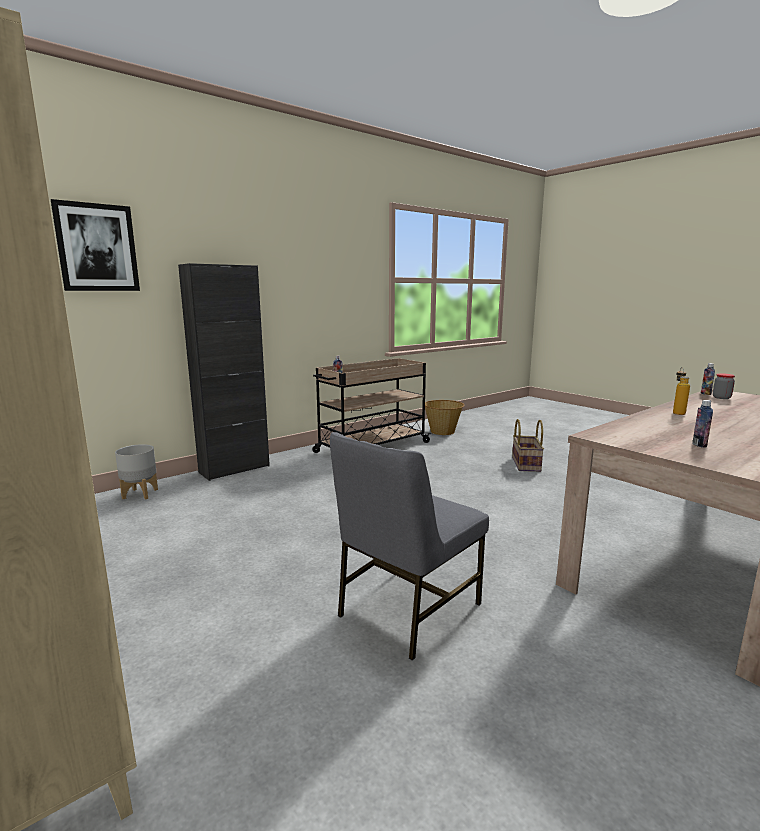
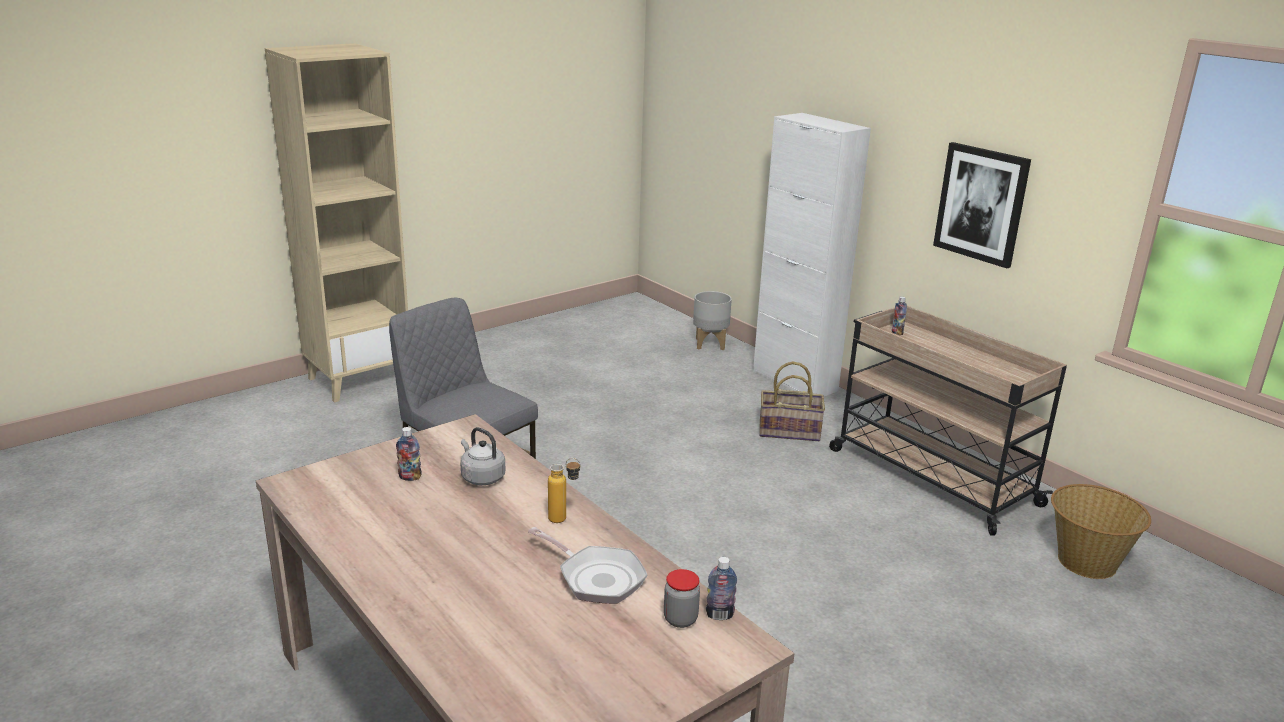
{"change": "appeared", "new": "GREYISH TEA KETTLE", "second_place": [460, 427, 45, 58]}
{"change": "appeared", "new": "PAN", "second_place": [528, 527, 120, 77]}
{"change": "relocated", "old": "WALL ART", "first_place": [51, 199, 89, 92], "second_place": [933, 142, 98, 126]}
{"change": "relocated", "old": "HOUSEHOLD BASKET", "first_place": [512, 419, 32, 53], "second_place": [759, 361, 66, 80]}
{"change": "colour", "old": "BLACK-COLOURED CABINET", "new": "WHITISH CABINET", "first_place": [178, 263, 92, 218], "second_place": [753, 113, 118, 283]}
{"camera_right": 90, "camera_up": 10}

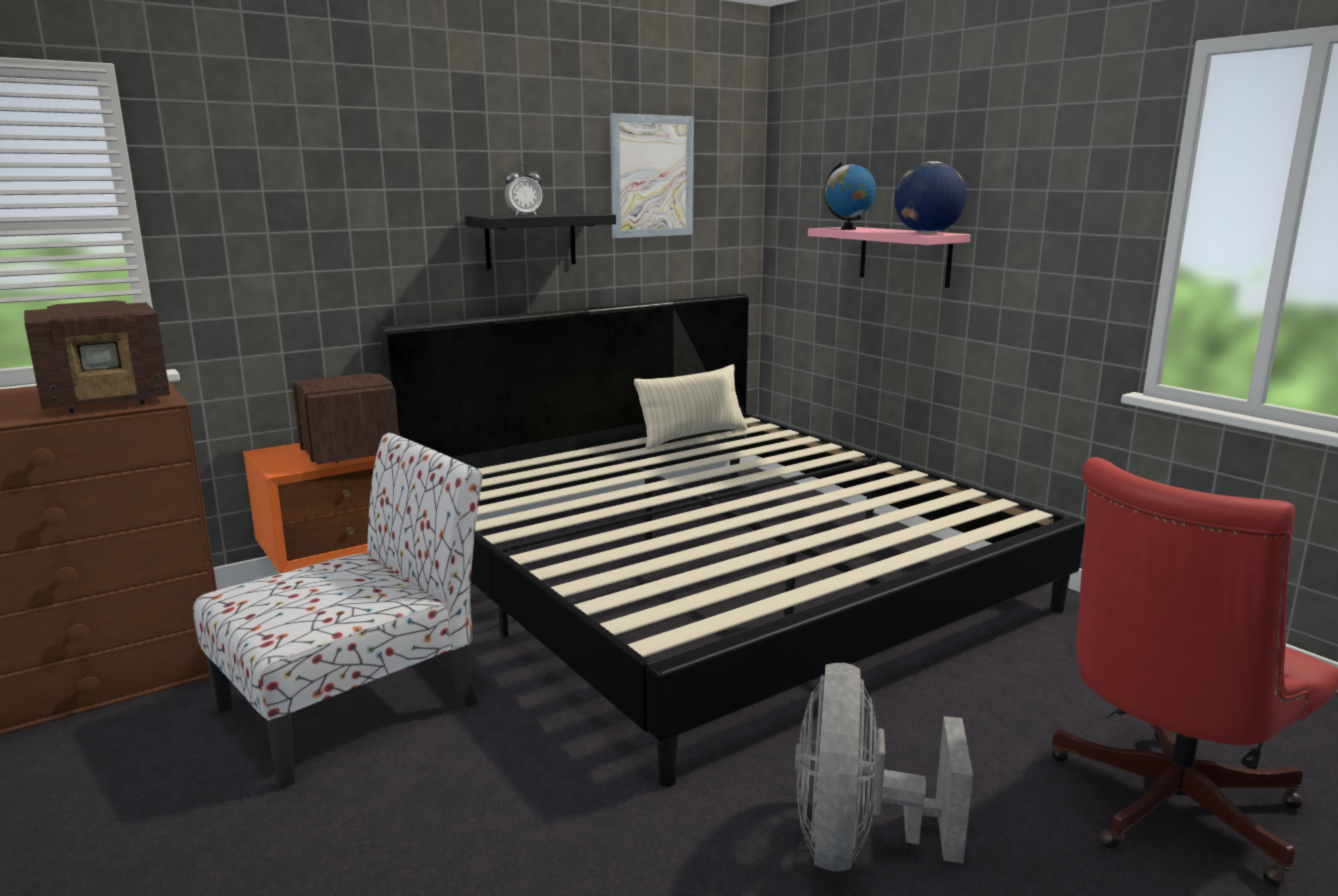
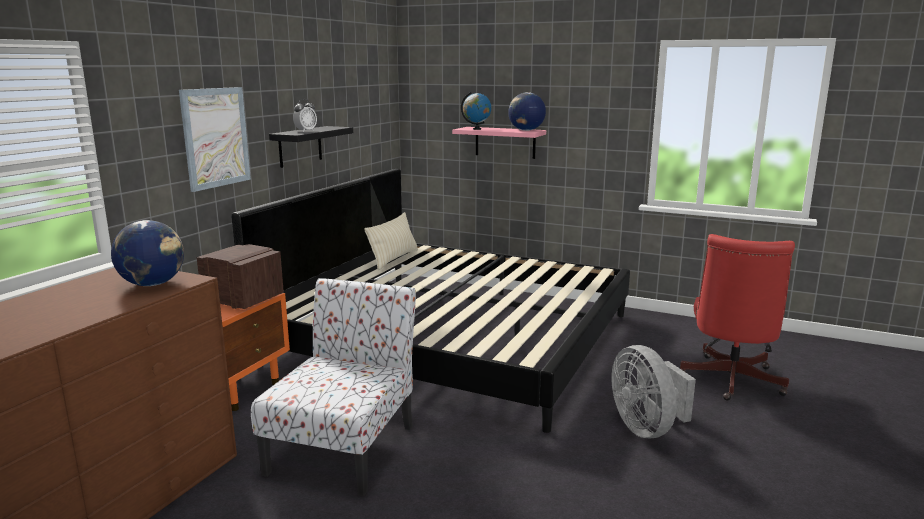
{"change": "relocated", "old": "WALL ART", "first_place": [610, 113, 84, 125], "second_place": [179, 87, 72, 105]}
{"change": "exchanged", "old": "RADIO RECEIVER", "new": "DESK GLOBE", "first_place": [24, 300, 146, 113], "second_place": [111, 220, 73, 66]}
{"camera_right": -30, "camera_up": 0}

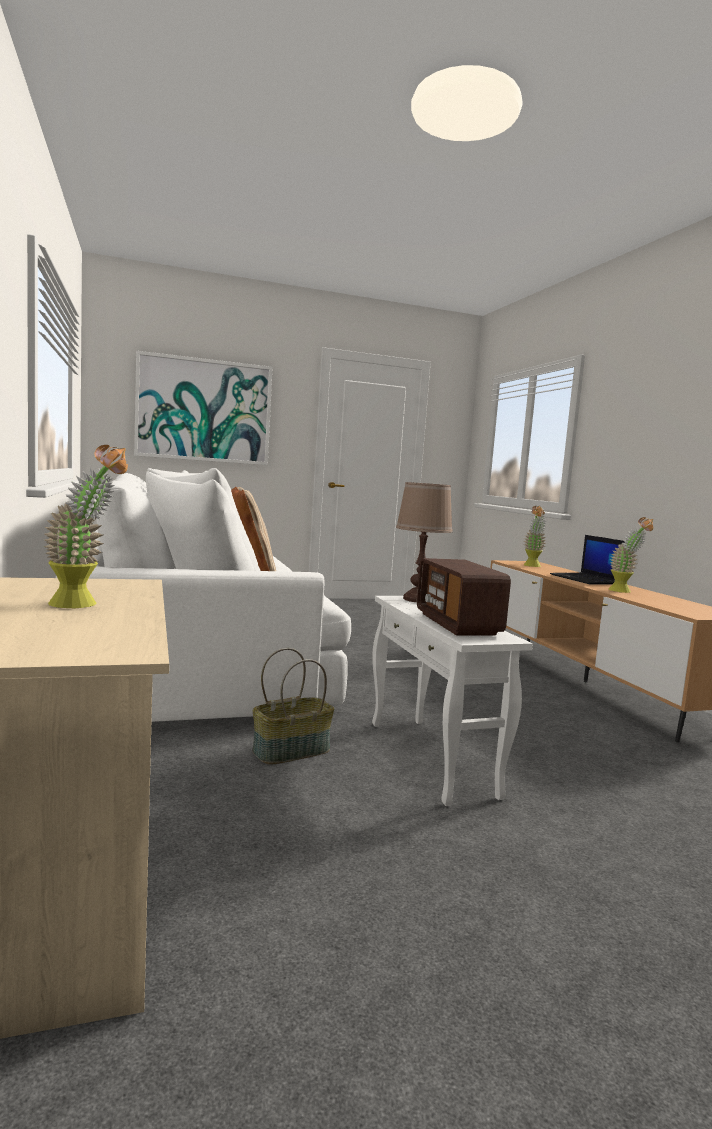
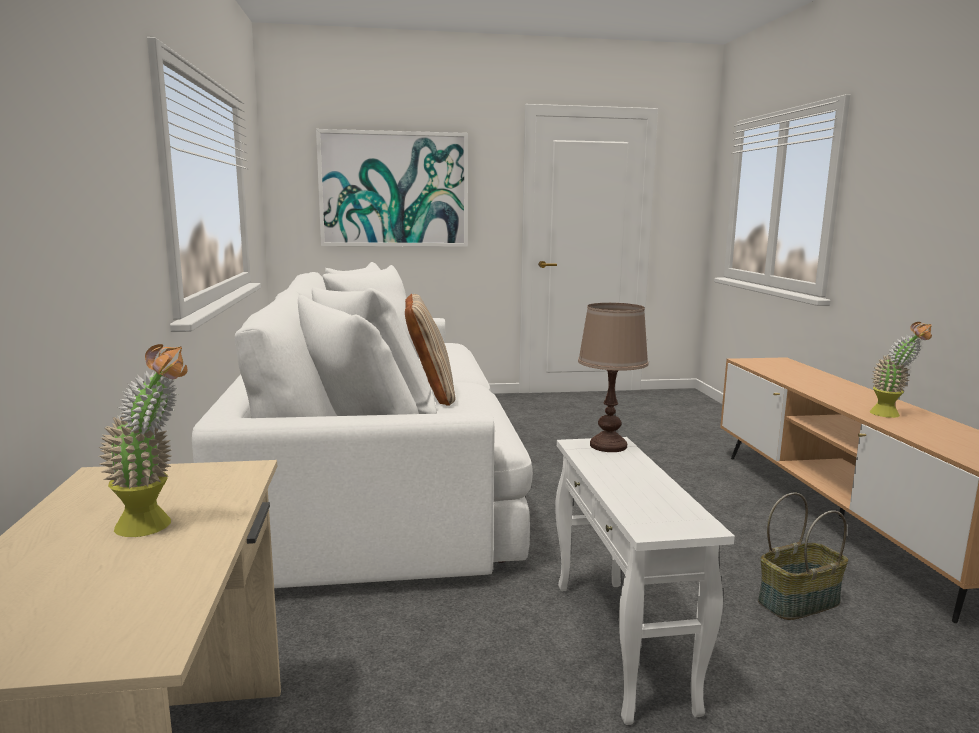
{"change": "missing", "old": "RADIO RECEIVER", "first_place": [417, 558, 94, 77]}
{"change": "missing", "old": "PLANT IN A POT", "first_place": [524, 506, 23, 61]}
{"change": "missing", "old": "NOTEBOOK COMPUTER", "first_place": [550, 535, 75, 49]}
{"change": "relocated", "old": "HOUSEHOLD BASKET", "first_place": [253, 648, 81, 116], "second_place": [758, 493, 90, 127]}
{"camera_right": 10, "camera_up": 5}

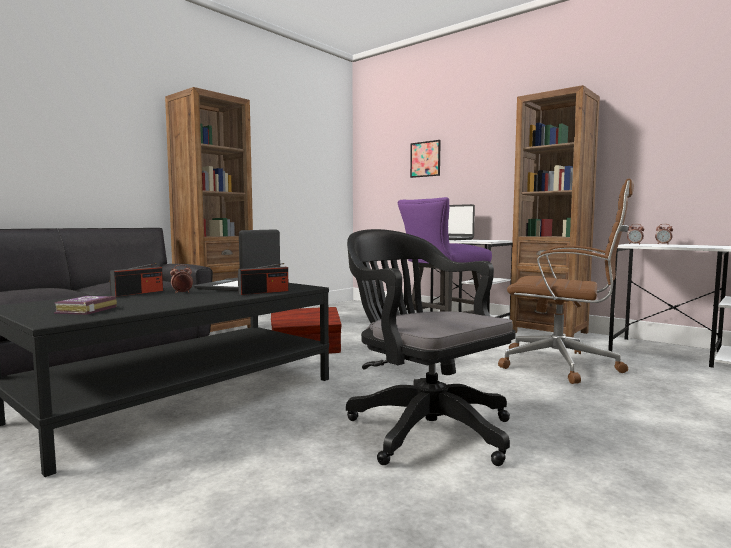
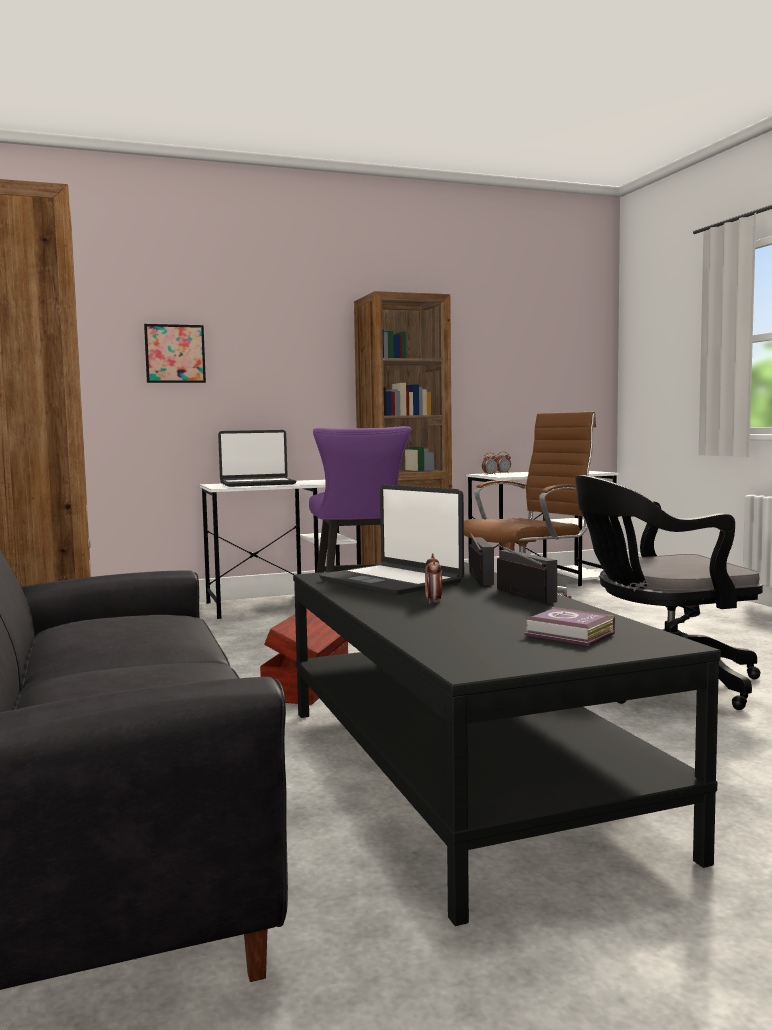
{"change": "relocated", "old": "RADIO RECEIVER", "first_place": [110, 263, 53, 34], "second_place": [497, 545, 60, 59]}
{"camera_right": -60, "camera_up": 0}

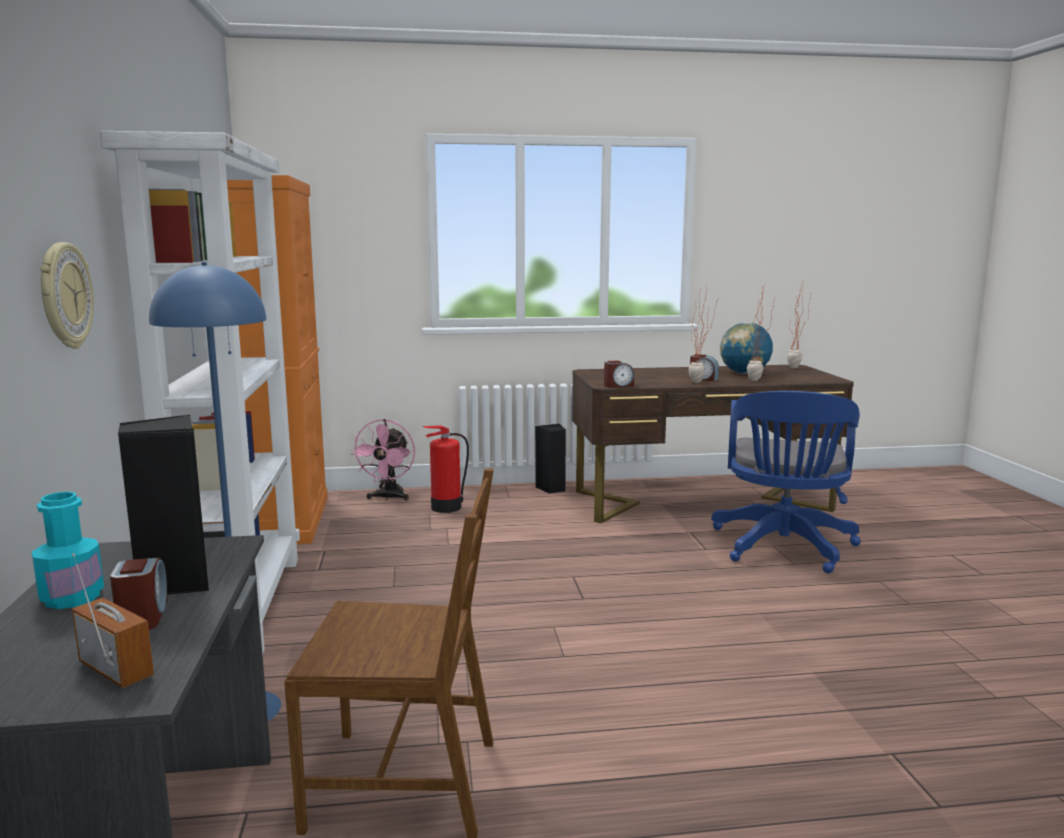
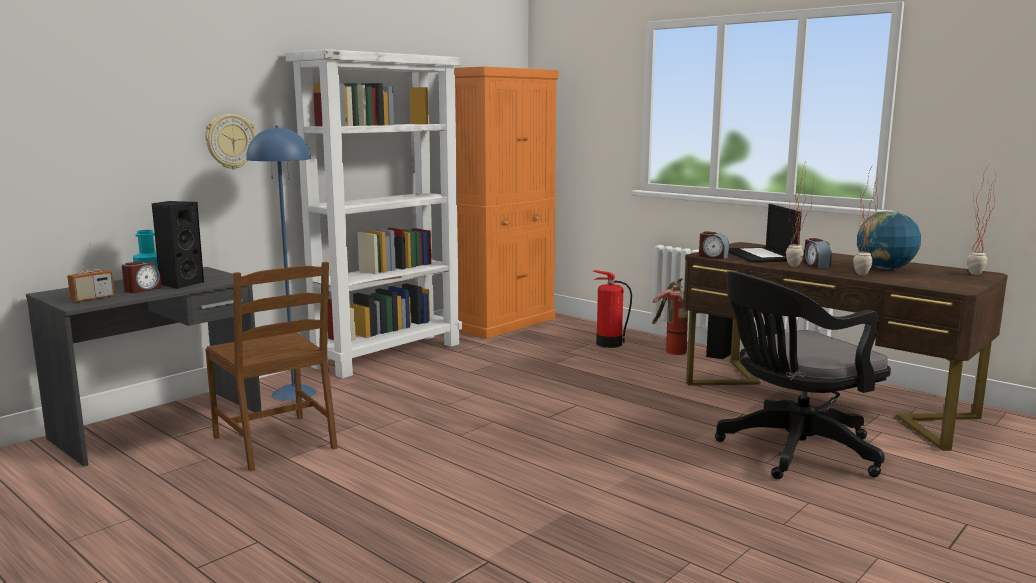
{"change": "missing", "old": "PINKISH FAN", "first_place": [351, 419, 64, 81]}
{"change": "appeared", "new": "FIRE EXTINGUISHER", "second_place": [652, 278, 36, 77]}
{"change": "appeared", "new": "NOTEBOOK COMPUTER", "second_place": [729, 204, 73, 59]}
{"change": "colour", "old": "BLUE-COLOURED DESK CHAIR", "new": "BLACK-COLOURED DESK CHAIR", "first_place": [711, 391, 150, 182], "second_place": [715, 271, 176, 208]}
{"change": "spun", "old": "RADIO RECEIVER", "first_place": [72, 553, 82, 135], "second_place": [67, 243, 48, 59], "degrees": 45}
{"camera_right": 50, "camera_up": 0}

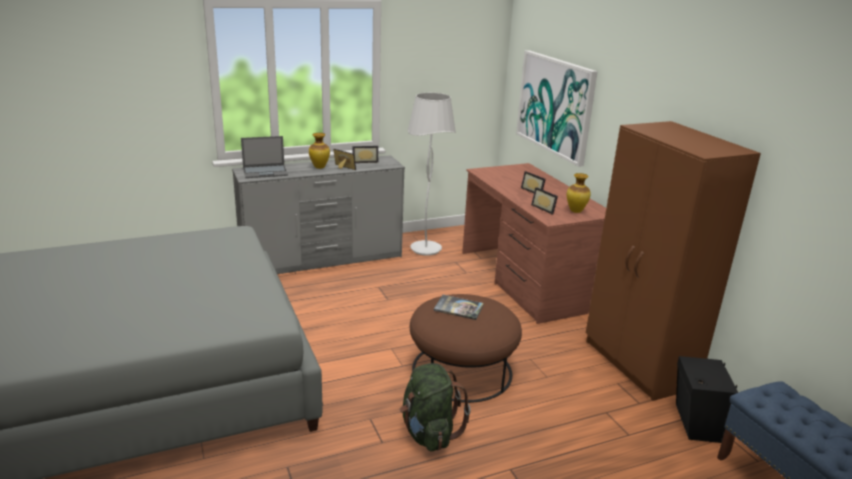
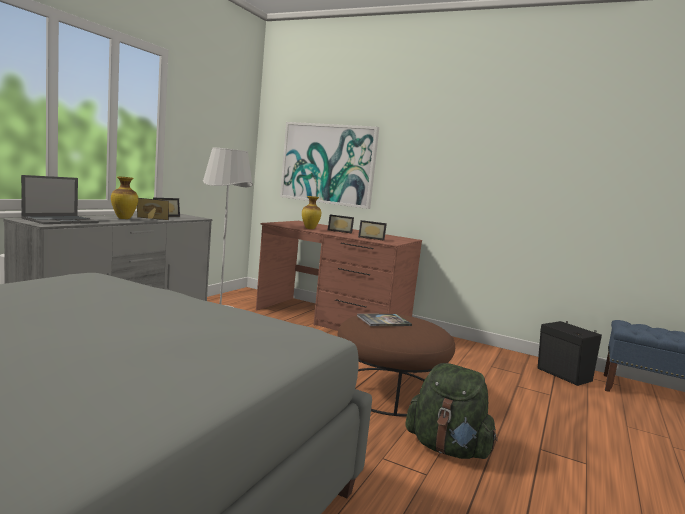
{"change": "missing", "old": "BROWN WARDROBE", "first_place": [586, 121, 175, 280]}
{"change": "relocated", "old": "DECORATIVE VASE", "first_place": [567, 173, 24, 40], "second_place": [302, 196, 19, 33]}
{"camera_right": -40, "camera_up": -15}

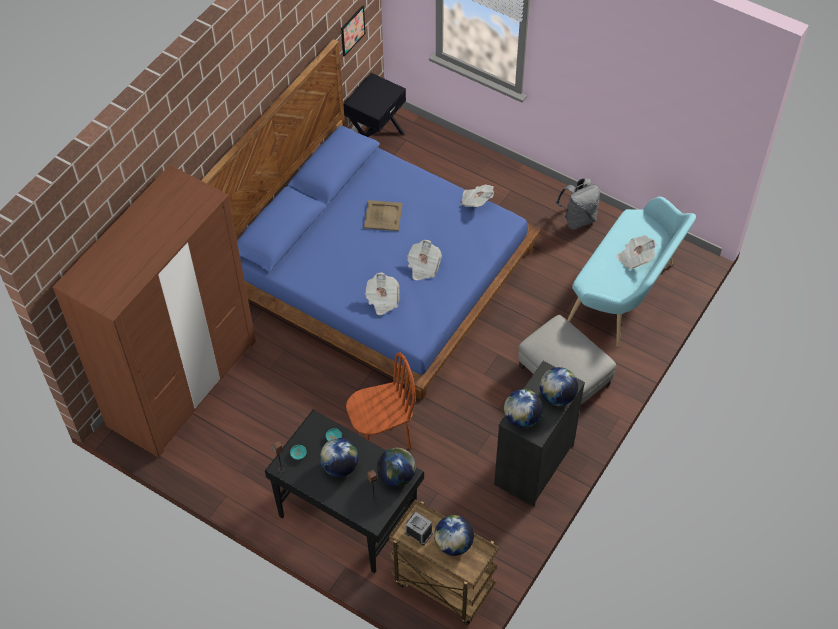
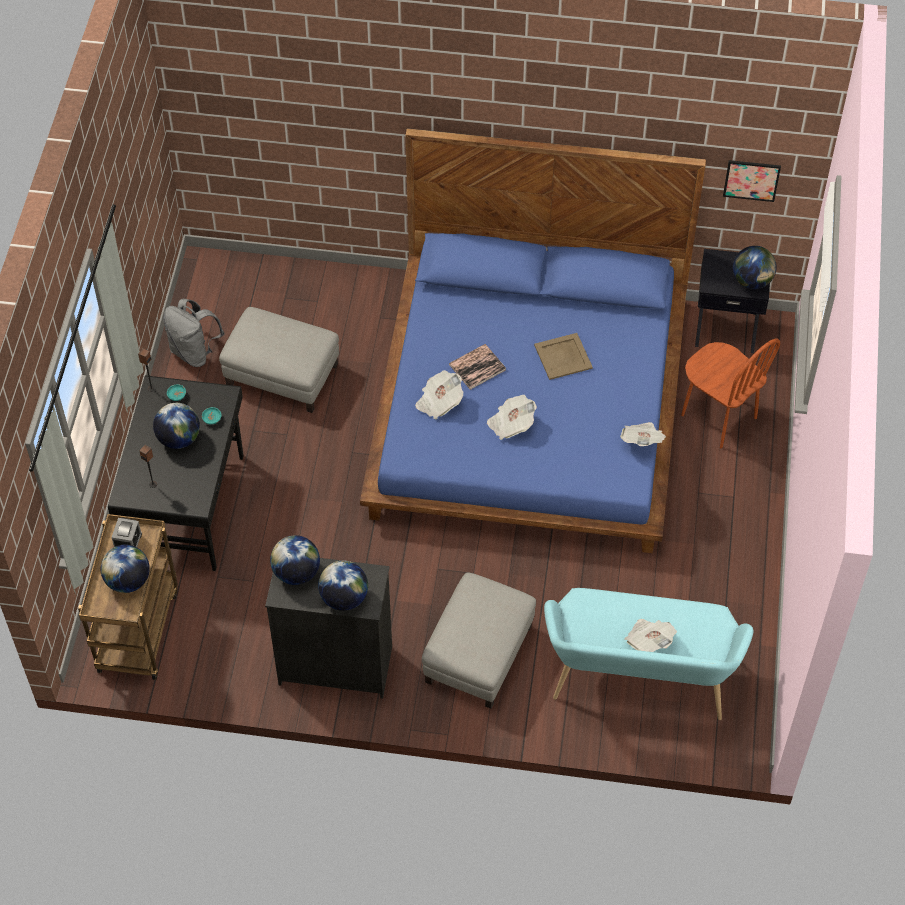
{"change": "missing", "old": "BROWN WARDROBE", "first_place": [53, 165, 203, 292]}
{"change": "appeared", "new": "GREYISH POUFFE", "second_place": [219, 307, 120, 106]}
{"change": "appeared", "new": "VOLUME", "second_place": [449, 344, 57, 46]}
{"change": "relocated", "old": "BROWN CHAIR", "first_place": [346, 353, 70, 96], "second_place": [681, 339, 99, 109]}
{"change": "relocated", "old": "DESK GLOBE", "first_place": [377, 448, 39, 39], "second_place": [733, 246, 43, 43]}
{"change": "relocated", "old": "GREYISH BACKPACK", "first_place": [556, 178, 44, 52], "second_place": [163, 299, 62, 68]}
{"camera_right": 65, "camera_up": 0}

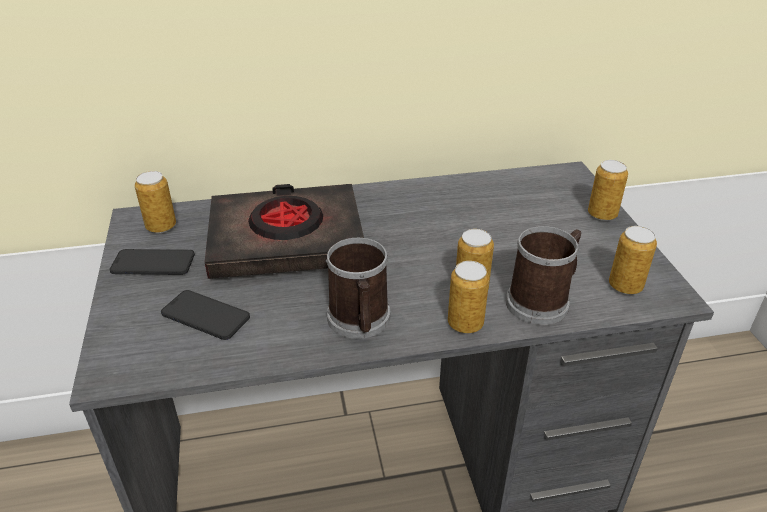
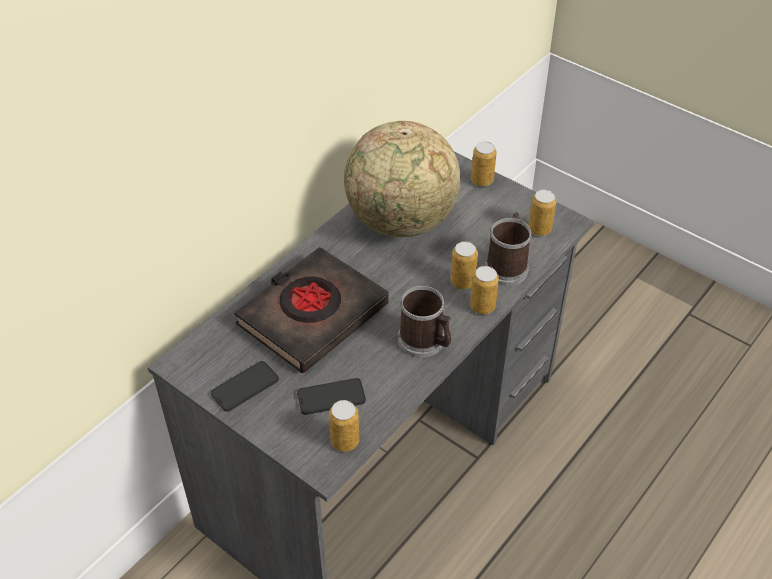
{"change": "appeared", "new": "DESK GLOBE", "second_place": [344, 121, 117, 116]}
{"change": "relocated", "old": "METAL CAN", "first_place": [135, 171, 41, 62], "second_place": [329, 400, 30, 52]}
{"camera_right": -40, "camera_up": 10}

